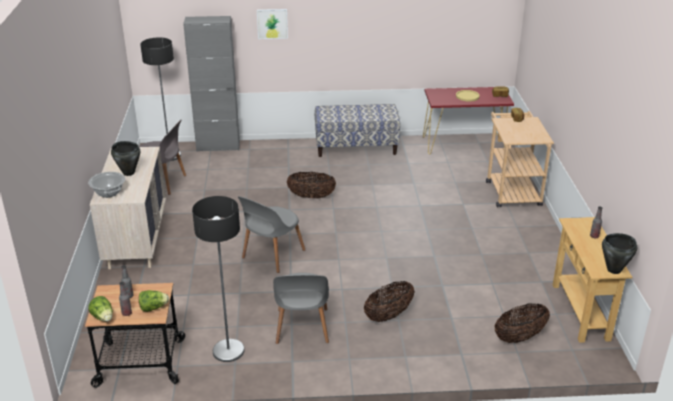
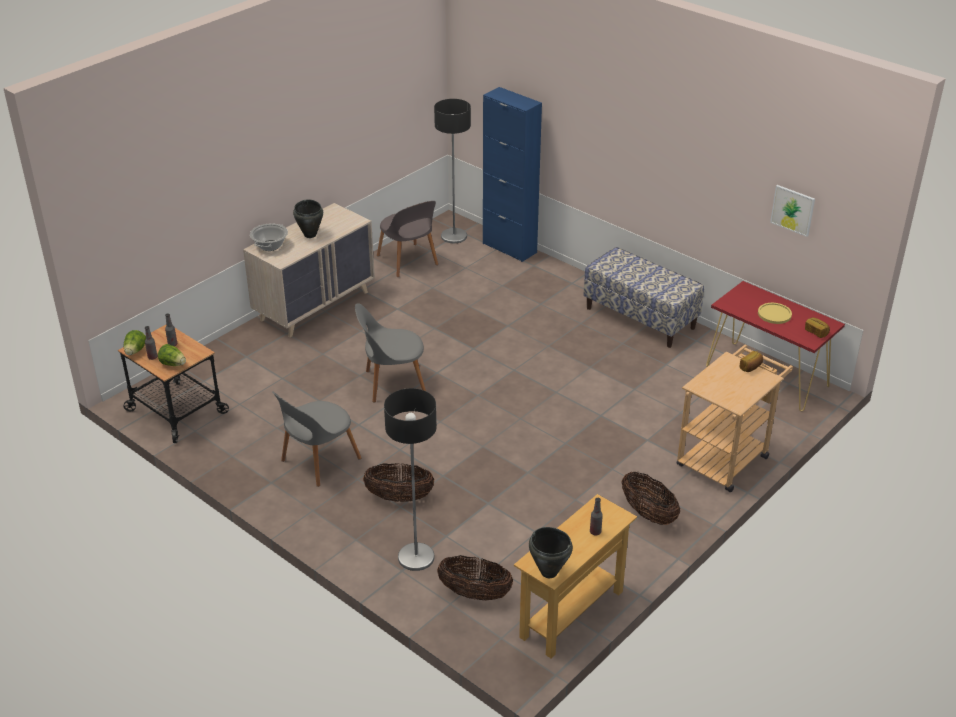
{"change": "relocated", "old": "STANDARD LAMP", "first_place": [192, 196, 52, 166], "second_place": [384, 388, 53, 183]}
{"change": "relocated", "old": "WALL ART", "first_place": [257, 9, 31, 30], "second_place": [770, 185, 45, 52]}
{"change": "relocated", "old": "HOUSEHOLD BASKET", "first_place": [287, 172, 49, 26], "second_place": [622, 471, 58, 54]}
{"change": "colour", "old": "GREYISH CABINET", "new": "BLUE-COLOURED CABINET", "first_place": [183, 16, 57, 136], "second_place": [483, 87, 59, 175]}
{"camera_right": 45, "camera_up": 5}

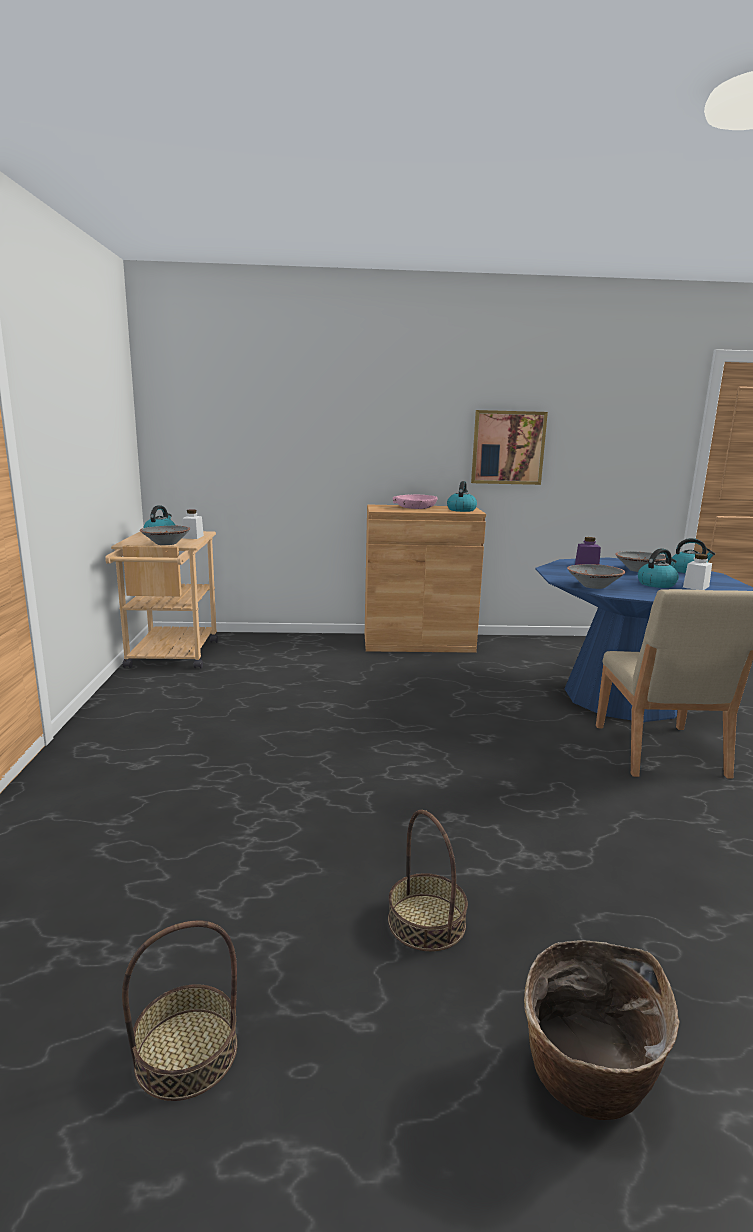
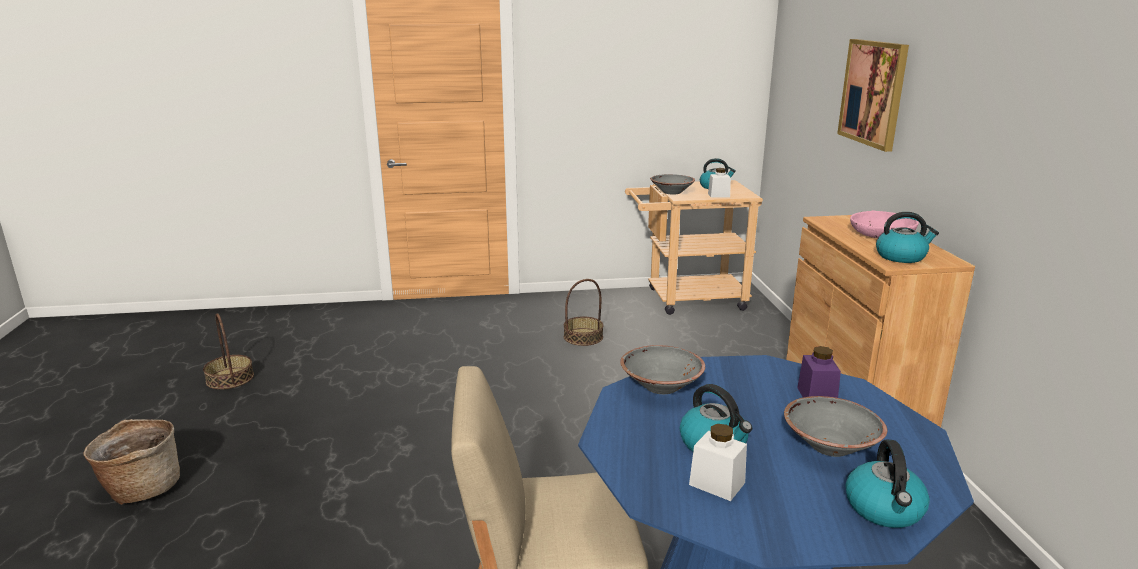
{"change": "relocated", "old": "HOUSEHOLD BASKET", "first_place": [388, 810, 80, 141], "second_place": [564, 279, 39, 67]}
{"change": "relocated", "old": "WALL ART", "first_place": [471, 410, 77, 75], "second_place": [837, 39, 72, 113]}
{"camera_right": 85, "camera_up": 5}

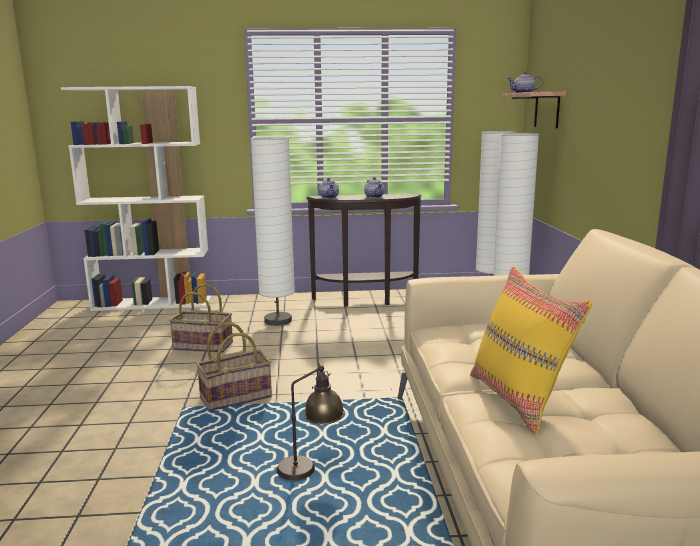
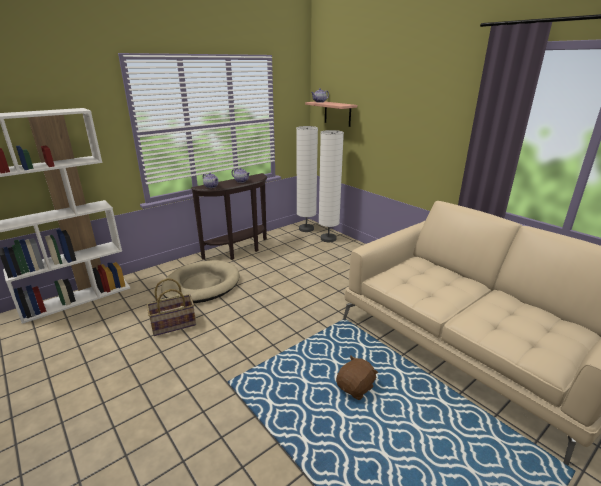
{"change": "missing", "old": "HOUSEHOLD BASKET", "first_place": [196, 322, 76, 89]}
{"change": "missing", "old": "YELLOW THROW PILLOW", "first_place": [470, 266, 122, 169]}
{"change": "exchanged", "old": "WHITISH STANDARD LAMP", "new": "SAND-COLOURED DOG CUSHION", "first_place": [251, 137, 44, 189], "second_place": [161, 260, 78, 43]}
{"change": "exchanged", "old": "TABLE LAMP", "new": "BROWN PLUSH TOY", "first_place": [277, 364, 68, 116], "second_place": [336, 356, 42, 44]}
{"camera_right": -35, "camera_up": 10}

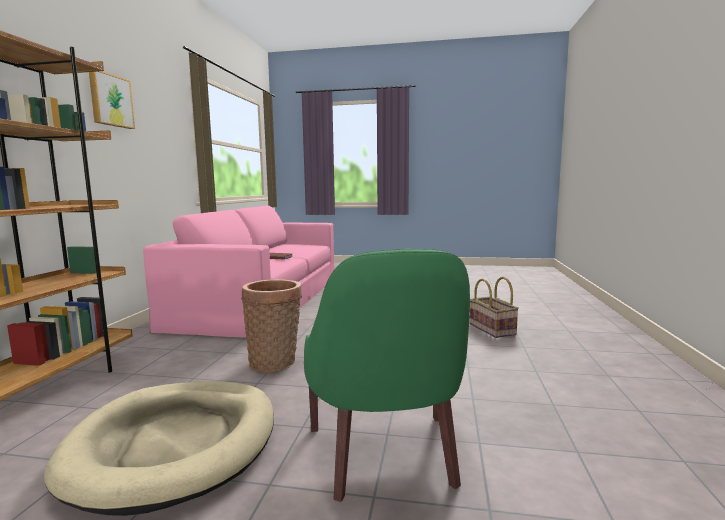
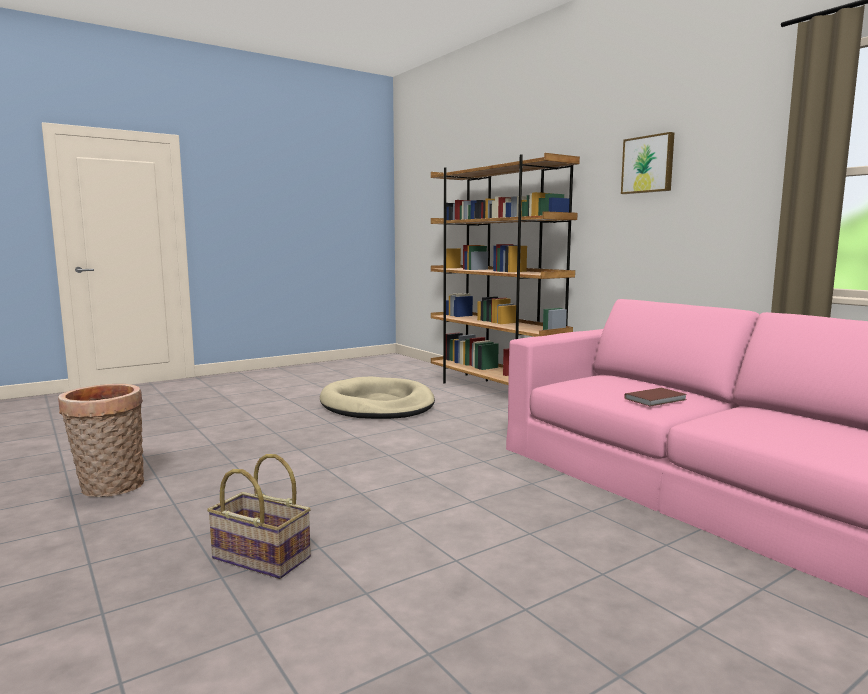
{"change": "missing", "old": "GREEN-COLOURED EASY CHAIR", "first_place": [304, 249, 166, 253]}
{"change": "relocated", "old": "HOUSEHOLD BASKET", "first_place": [241, 279, 61, 94], "second_place": [58, 384, 86, 113]}
{"camera_right": 135, "camera_up": 0}

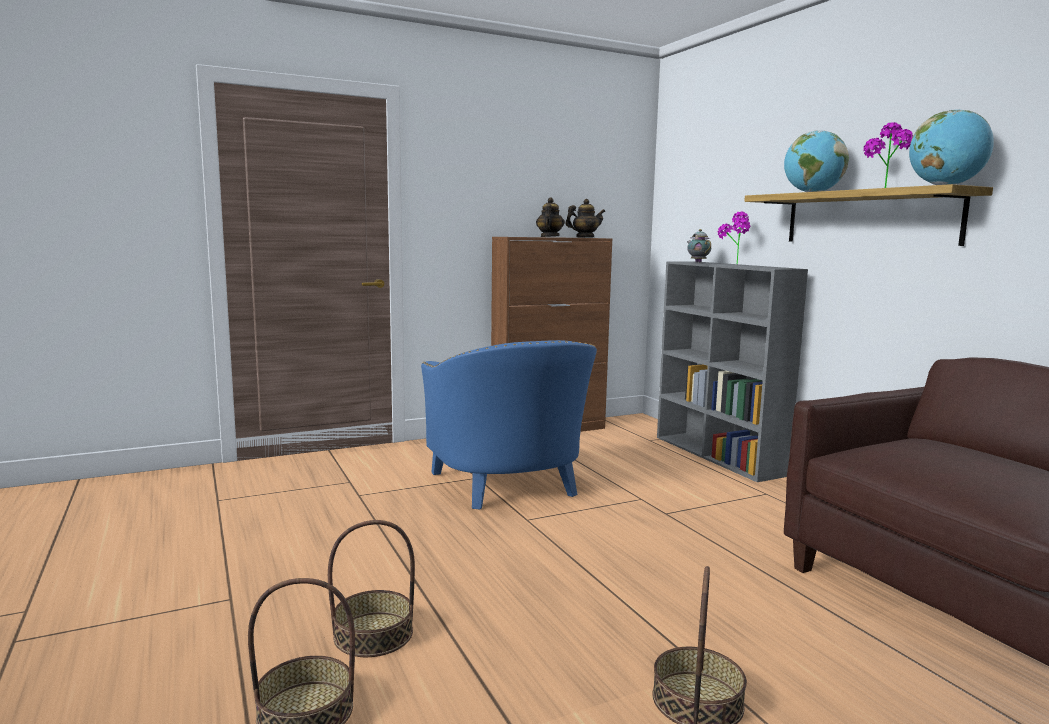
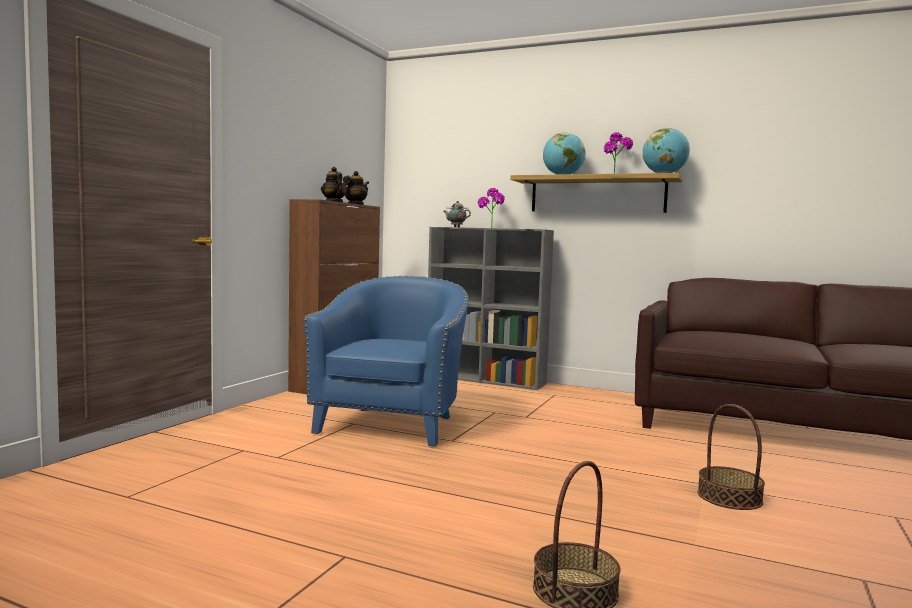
{"change": "missing", "old": "HOUSEHOLD BASKET", "first_place": [328, 520, 87, 137]}
{"change": "spun", "old": "BLUE-COLOURED EASY CHAIR", "first_place": [421, 340, 176, 170], "second_place": [304, 276, 165, 171], "degrees": -105}
{"camera_right": -40, "camera_up": -5}

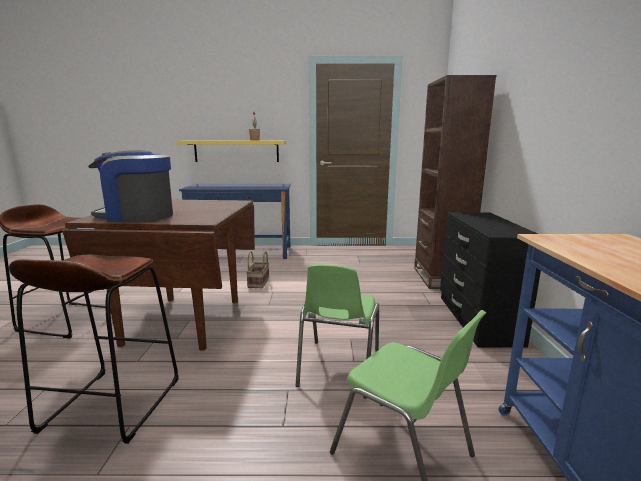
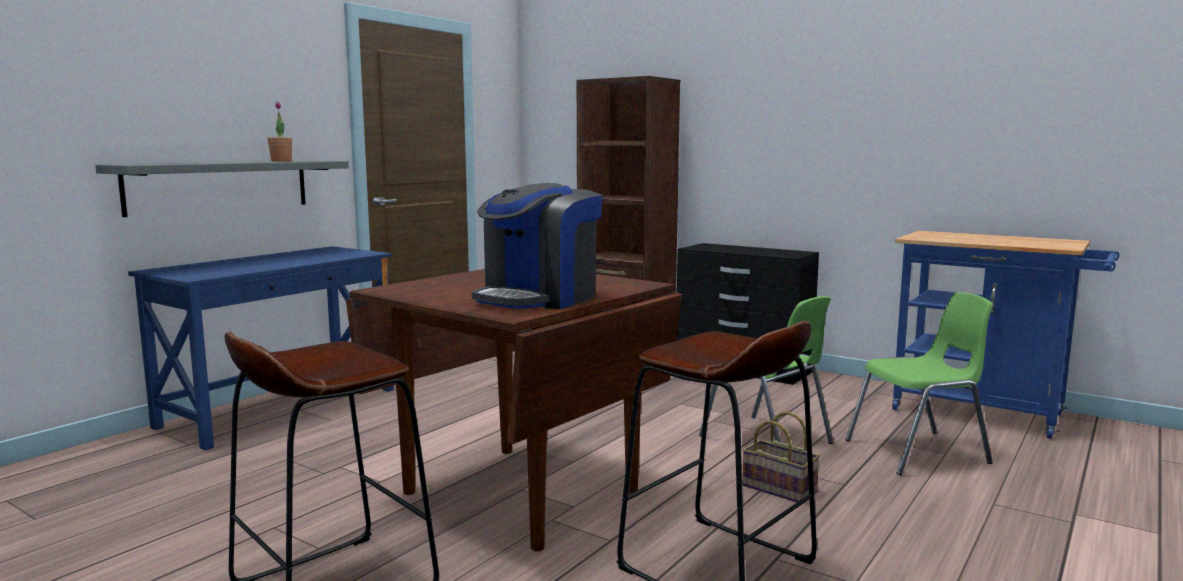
{"change": "relocated", "old": "HOUSEHOLD BASKET", "first_place": [246, 251, 23, 37], "second_place": [742, 411, 78, 91]}
{"change": "colour", "old": "YELLOW SHELF", "new": "GREYISH SHELF", "first_place": [177, 141, 109, 21], "second_place": [95, 160, 254, 57]}
{"camera_right": -55, "camera_up": -5}

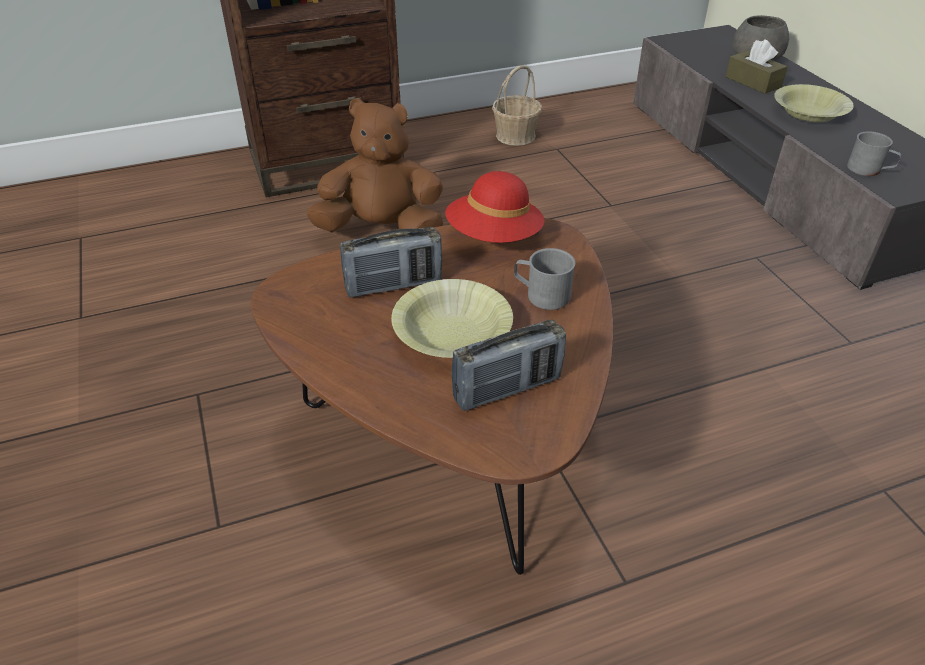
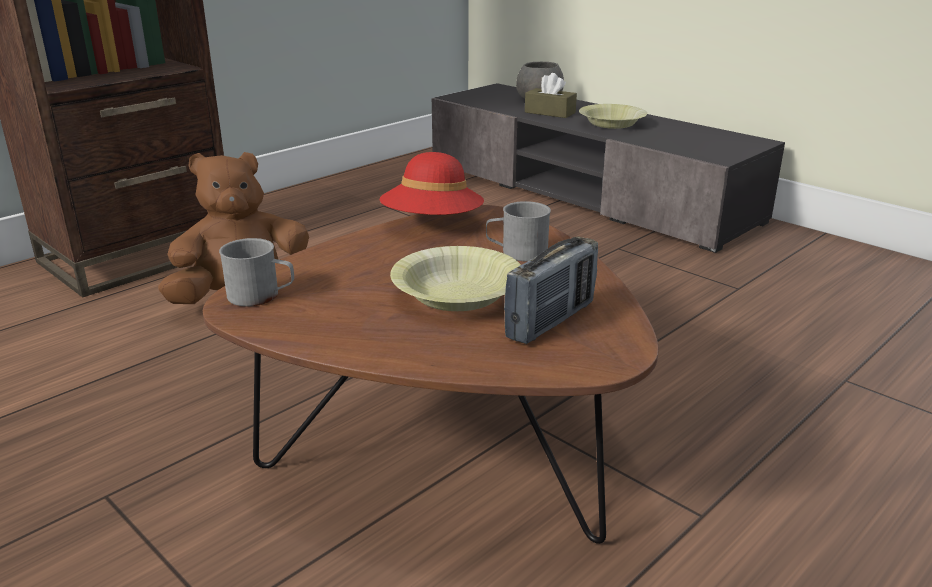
{"change": "missing", "old": "RADIO RECEIVER", "first_place": [340, 227, 102, 70]}
{"change": "missing", "old": "HOUSEHOLD BASKET", "first_place": [492, 65, 50, 81]}
{"change": "relocated", "old": "GREYISH COFFEE MUG", "first_place": [847, 131, 54, 45], "second_place": [219, 238, 75, 69]}
{"camera_right": -25, "camera_up": -15}

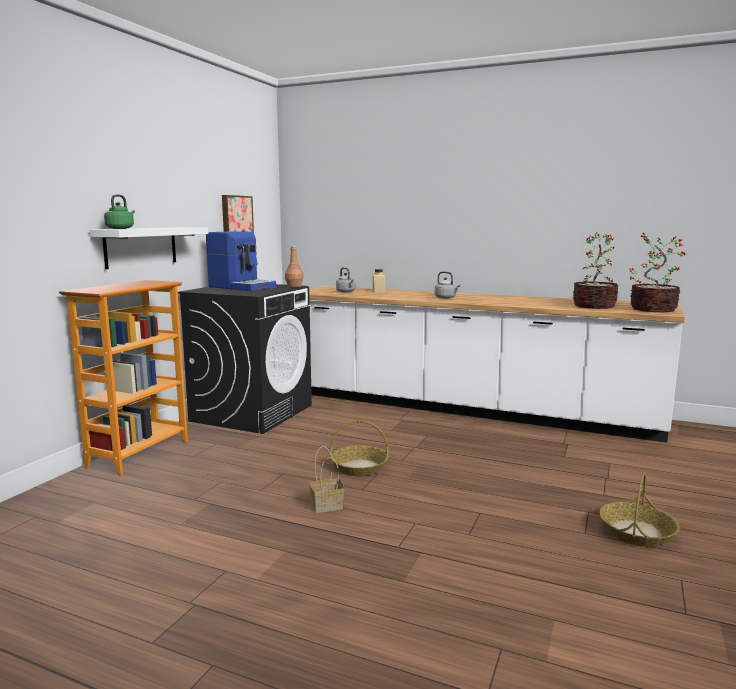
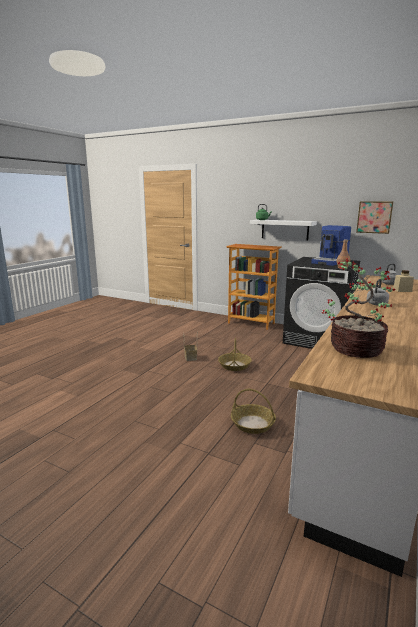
{"change": "missing", "old": "PLANT IN A POT", "first_place": [629, 233, 56, 79]}
{"change": "relocated", "old": "HOUSEHOLD BASKET", "first_place": [599, 472, 81, 75], "second_place": [231, 389, 45, 45]}
{"camera_right": 95, "camera_up": 5}

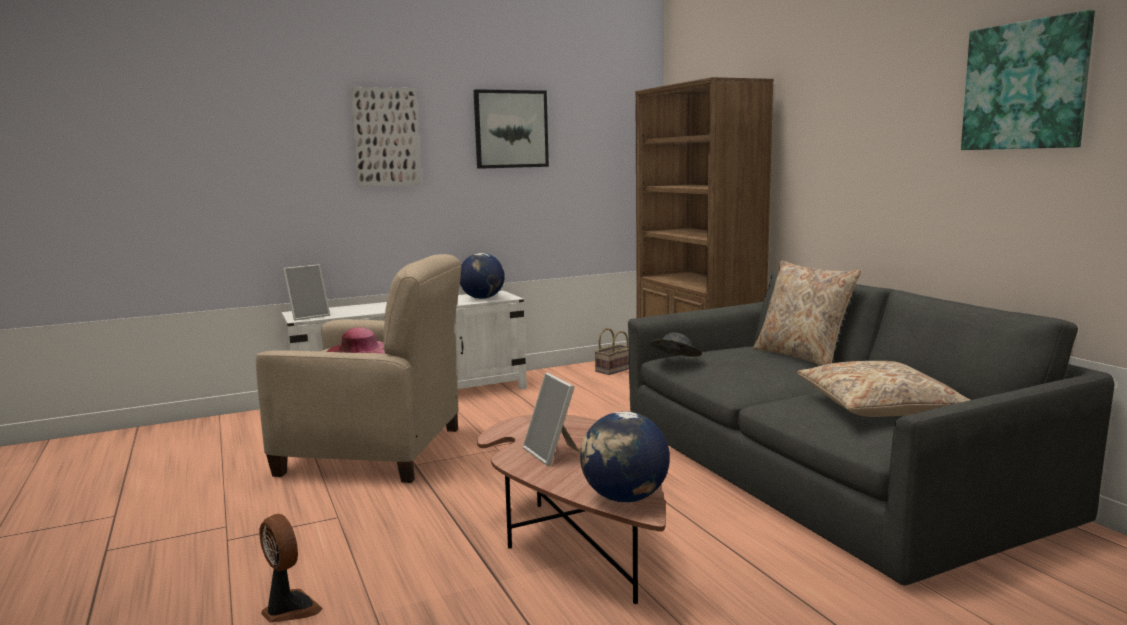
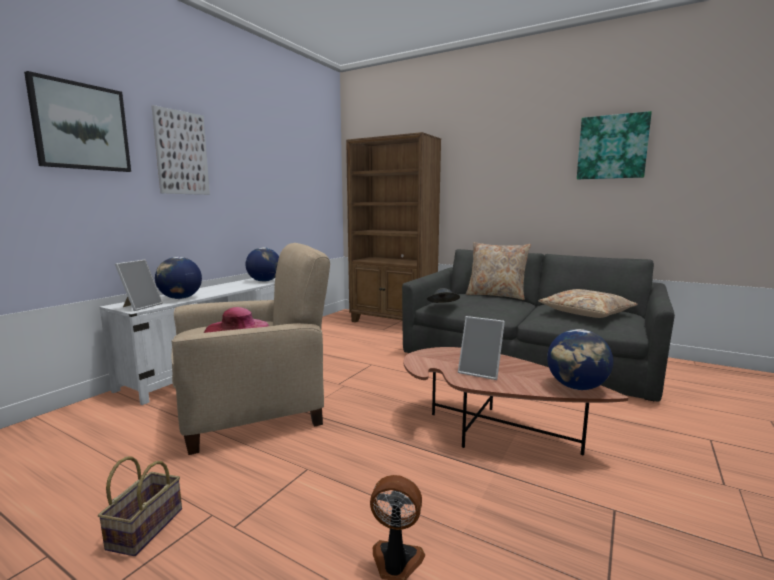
{"change": "appeared", "new": "DESK GLOBE", "second_place": [155, 257, 47, 42]}
{"change": "relocated", "old": "WALL ART", "first_place": [474, 89, 75, 80], "second_place": [24, 71, 107, 101]}
{"change": "relocated", "old": "HOUSEHOLD BASKET", "first_place": [594, 328, 35, 47], "second_place": [98, 456, 84, 100]}
{"camera_right": -35, "camera_up": 0}

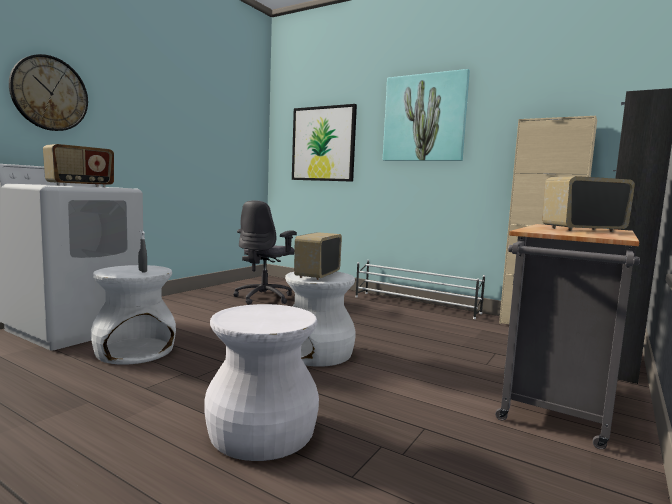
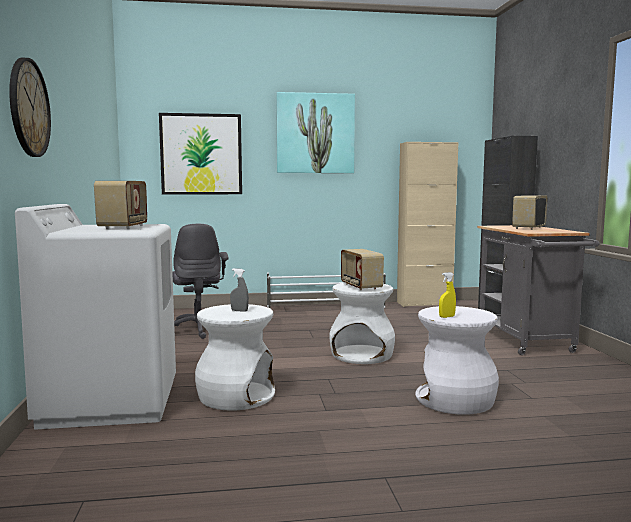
{"change": "appeared", "new": "YELLOW HAND SPRAYER", "second_place": [439, 272, 17, 46]}
{"camera_right": -40, "camera_up": 0}

